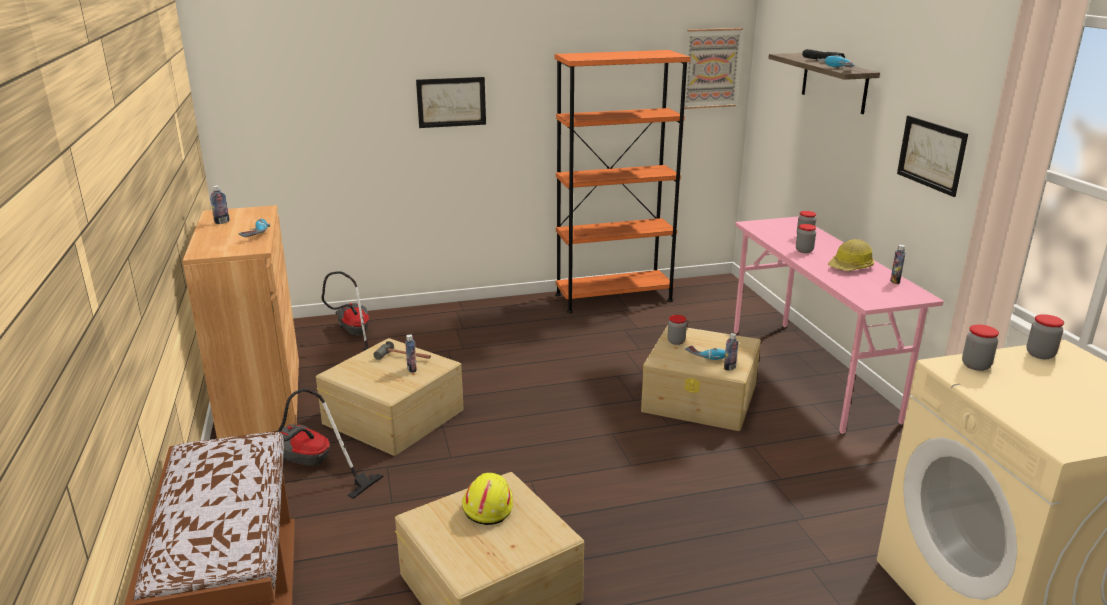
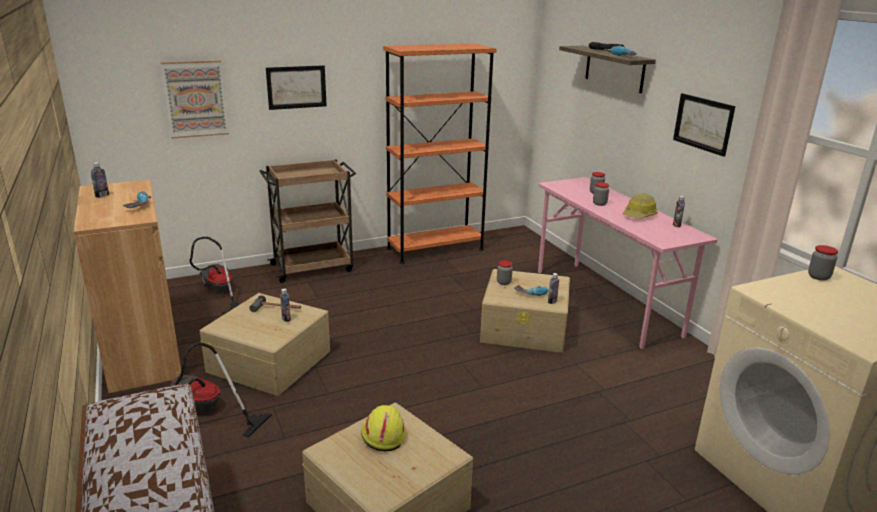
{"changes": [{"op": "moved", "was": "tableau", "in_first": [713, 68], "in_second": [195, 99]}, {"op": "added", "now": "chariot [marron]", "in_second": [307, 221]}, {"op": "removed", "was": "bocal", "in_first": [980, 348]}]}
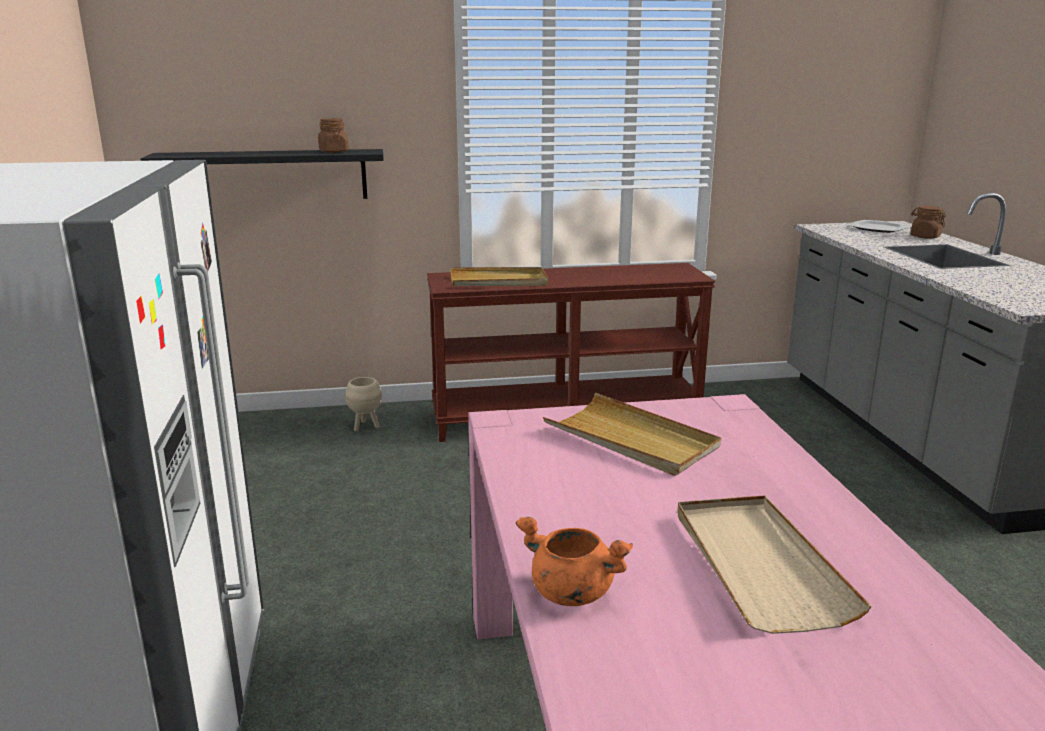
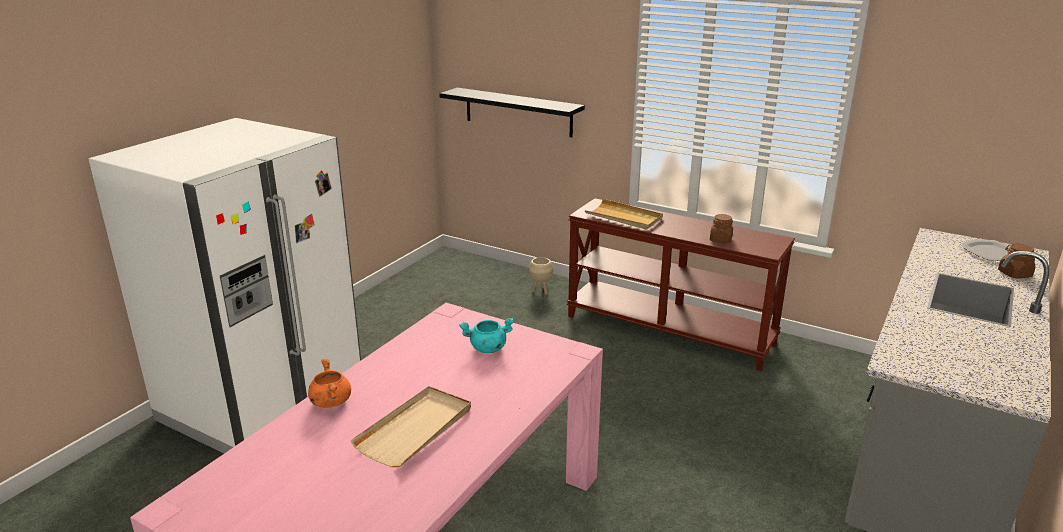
{"changes": [{"op": "replaced", "was": "plateau [beige]", "now": "marmite [turquoise]", "in_first": [632, 434], "in_second": [486, 335]}, {"op": "moved", "was": "bocal [marron]", "in_first": [333, 135], "in_second": [721, 228]}]}
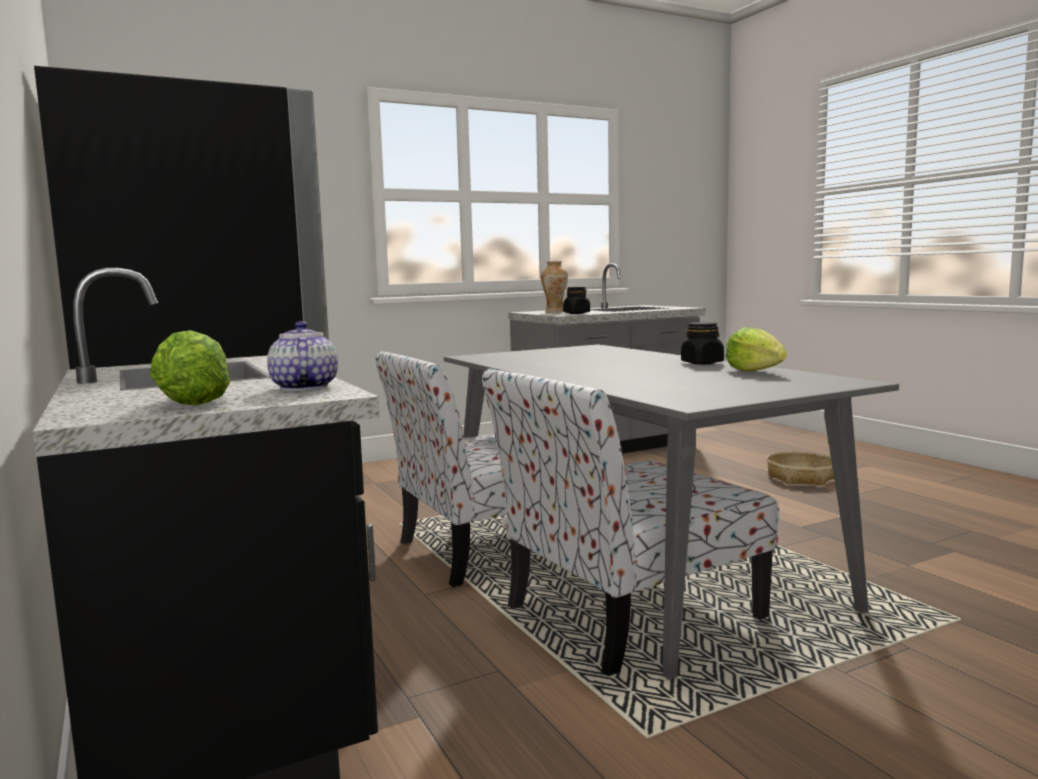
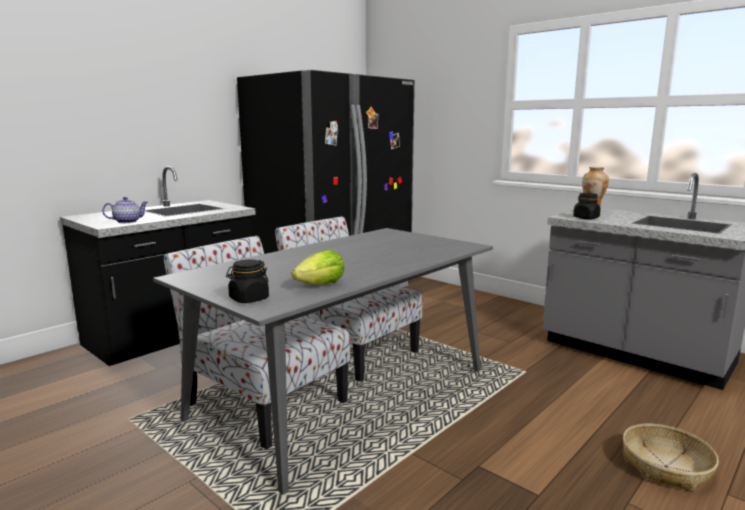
{"changes": [{"op": "moved", "was": "bocal [noir]", "in_first": [702, 343], "in_second": [247, 281]}, {"op": "removed", "was": "laitue", "in_first": [190, 367]}]}
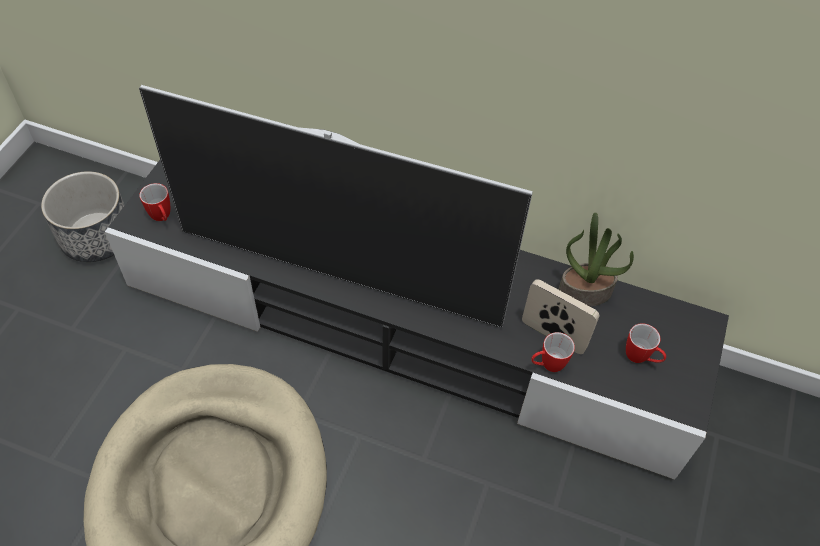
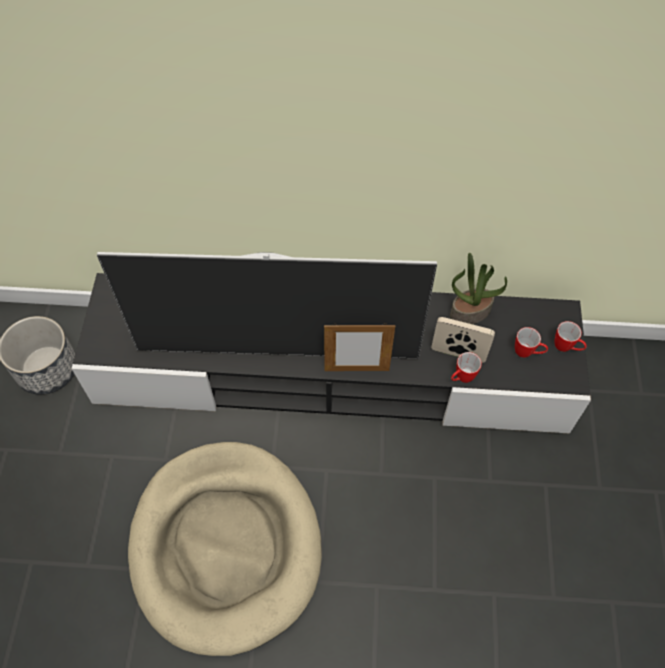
{"changes": [{"op": "added", "now": "cadre photo", "in_second": [359, 347]}, {"op": "moved", "was": "mug", "in_first": [154, 202], "in_second": [570, 336]}]}
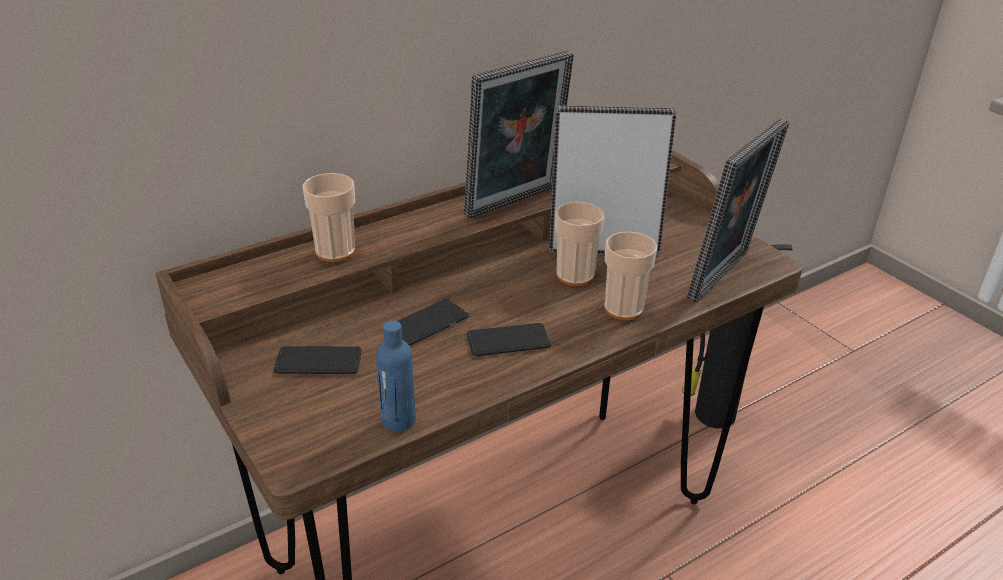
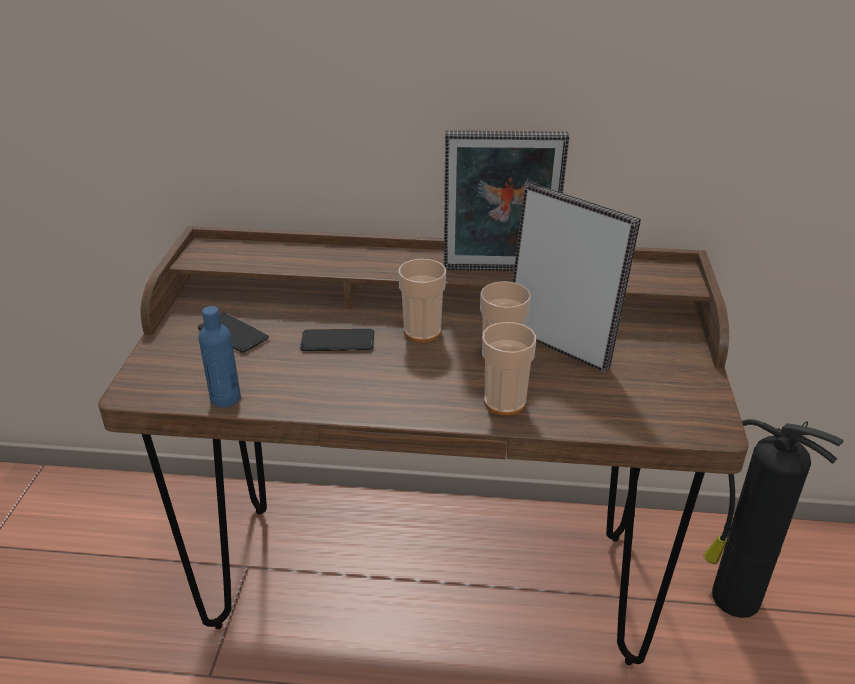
{"changes": [{"op": "moved", "was": "tasse", "in_first": [329, 217], "in_second": [422, 300]}, {"op": "removed", "was": "téléphone", "in_first": [509, 339]}, {"op": "removed", "was": "cadre photo", "in_first": [738, 210]}]}
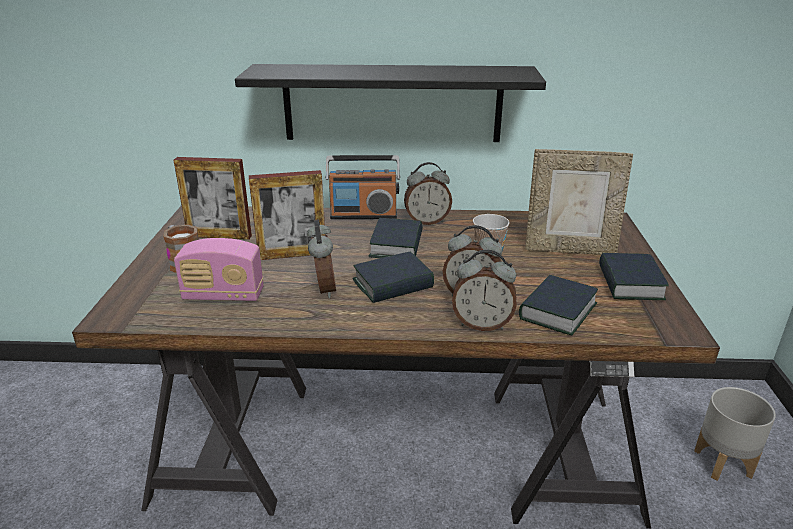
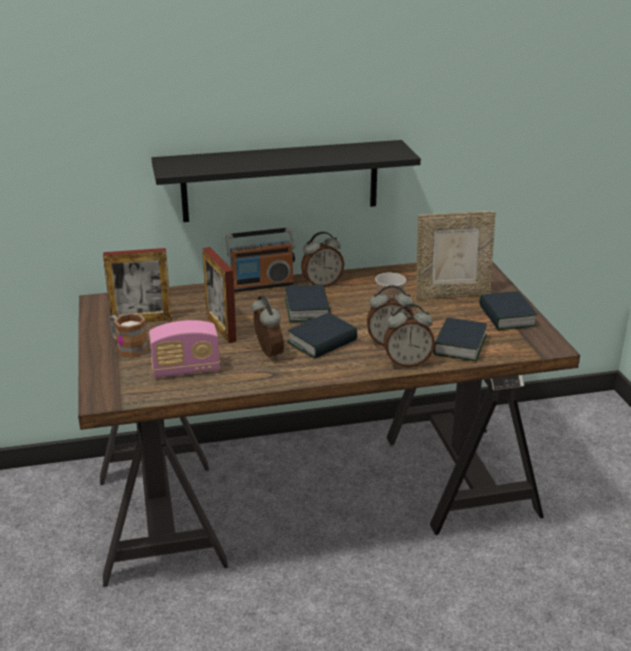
{"changes": [{"op": "turned", "was": "cadre photo", "in_first": [287, 215], "in_second": [219, 295], "clockwise": 90}, {"op": "removed", "was": "cache-pot [gris]", "in_first": [735, 434]}]}
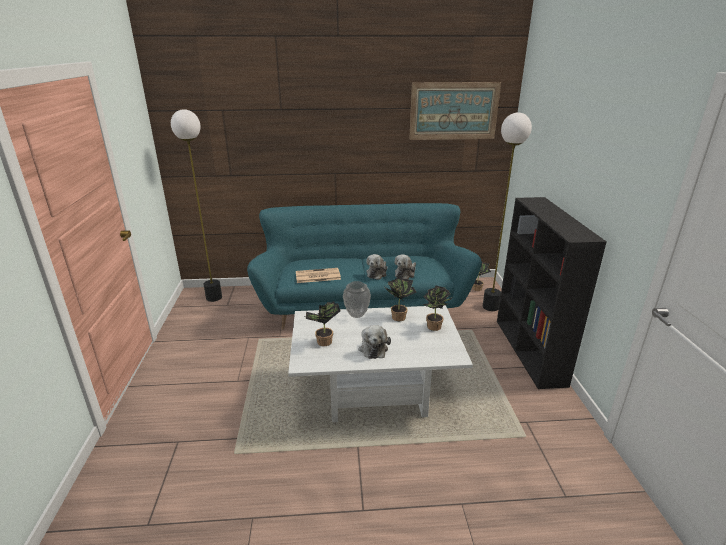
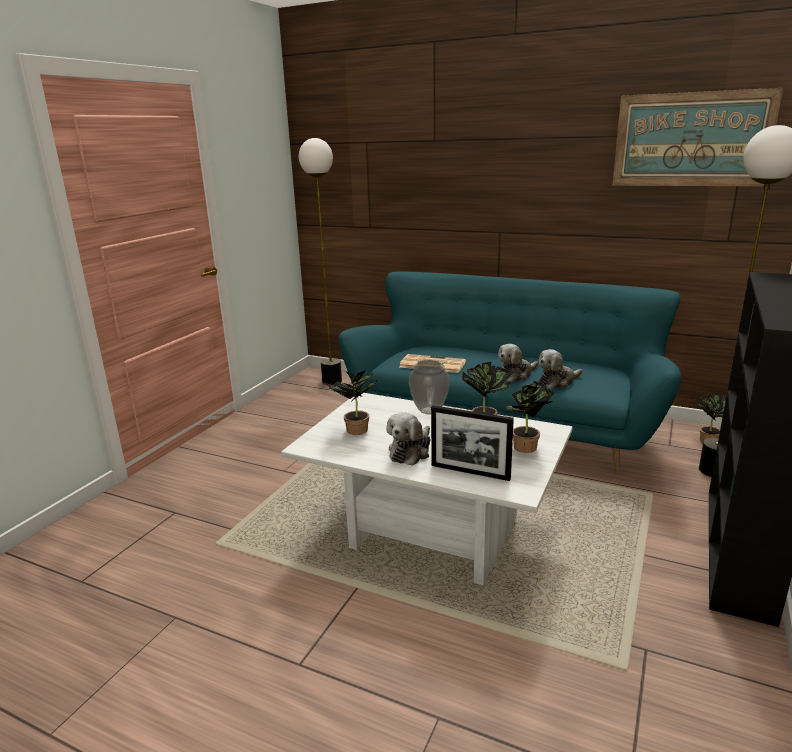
{"changes": [{"op": "added", "now": "cadre photo", "in_second": [472, 443]}]}
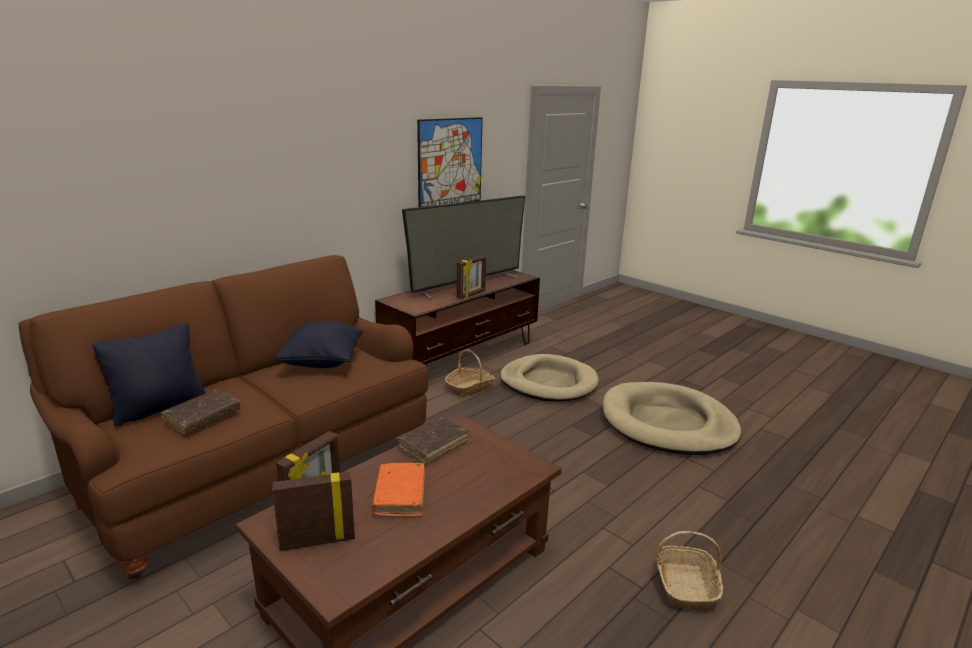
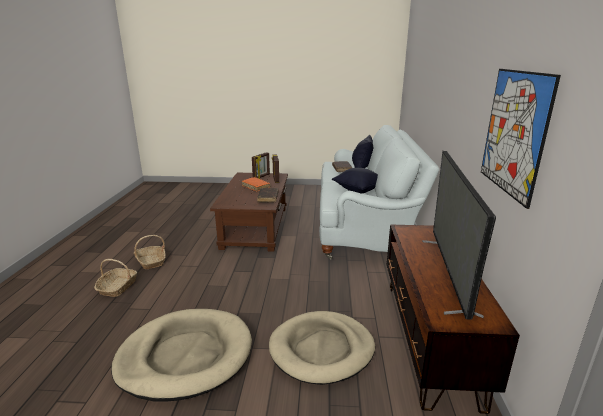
{"changes": [{"op": "moved", "was": "panier", "in_first": [470, 373], "in_second": [115, 278]}, {"op": "recoloured", "was": "canapé [marron]", "now": "canapé [blanc]", "in_first": [223, 417], "in_second": [379, 192]}, {"op": "removed", "was": "cadre photo", "in_first": [471, 277]}]}
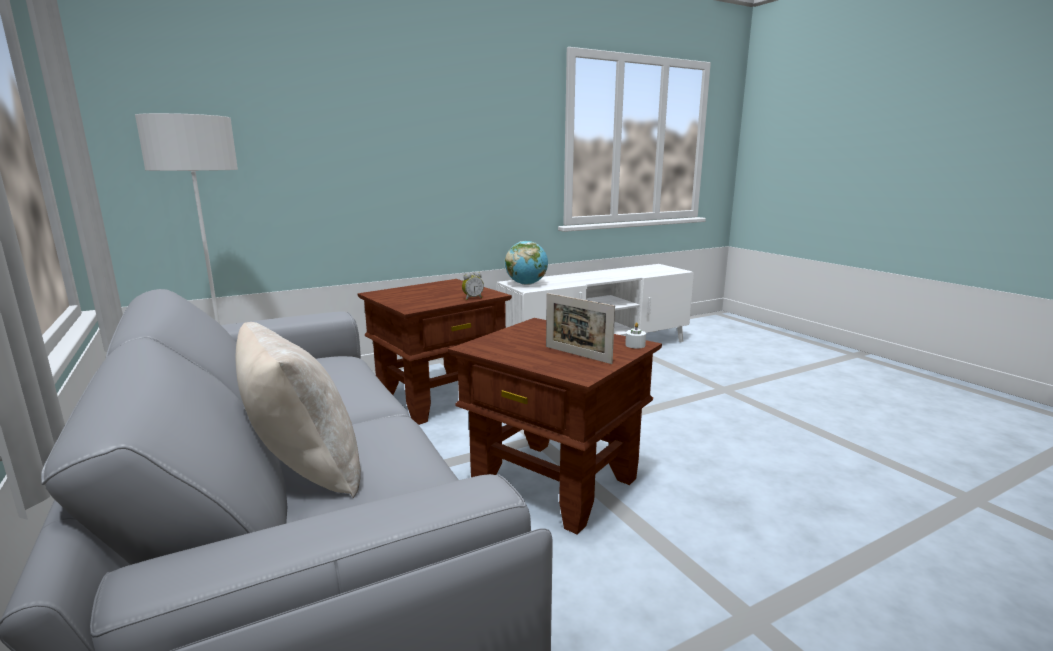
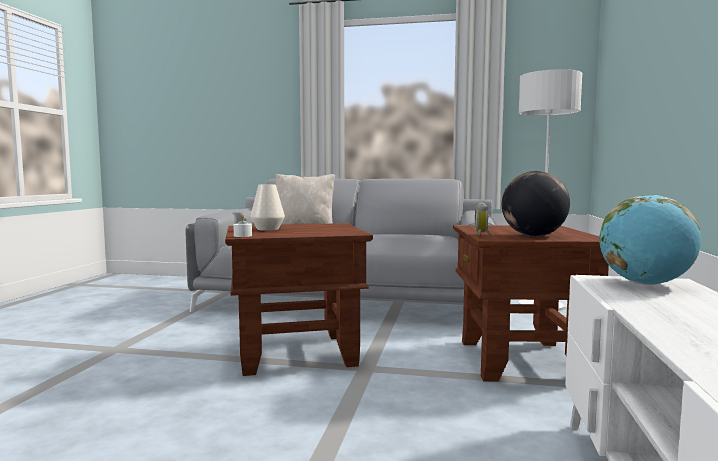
{"changes": [{"op": "replaced", "was": "cadre photo", "now": "vase [blanc]", "in_first": [580, 328], "in_second": [267, 208]}, {"op": "added", "now": "globe", "in_second": [536, 203]}]}
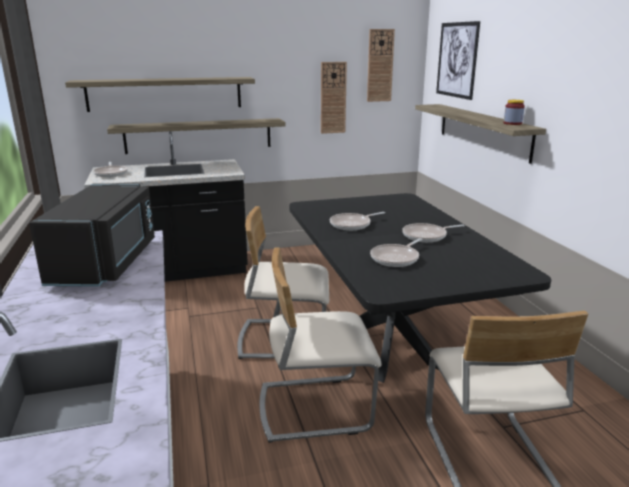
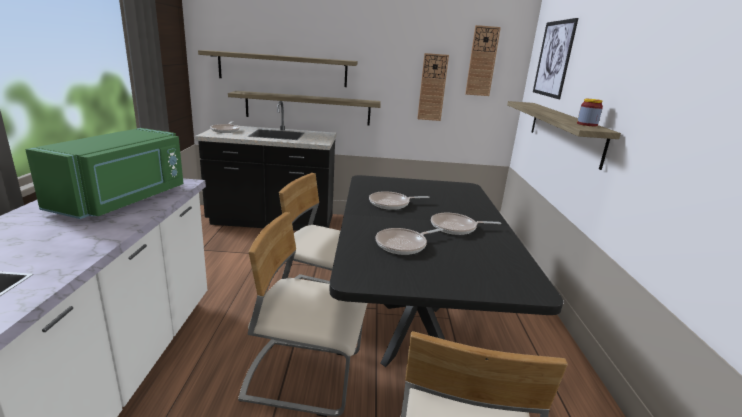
{"changes": [{"op": "recoloured", "was": "micro-ondes [noir]", "now": "micro-ondes [vert]", "in_first": [92, 235], "in_second": [104, 173]}]}
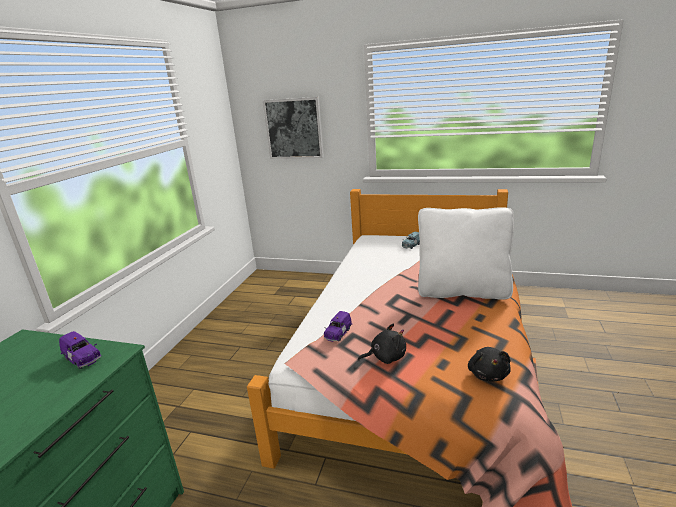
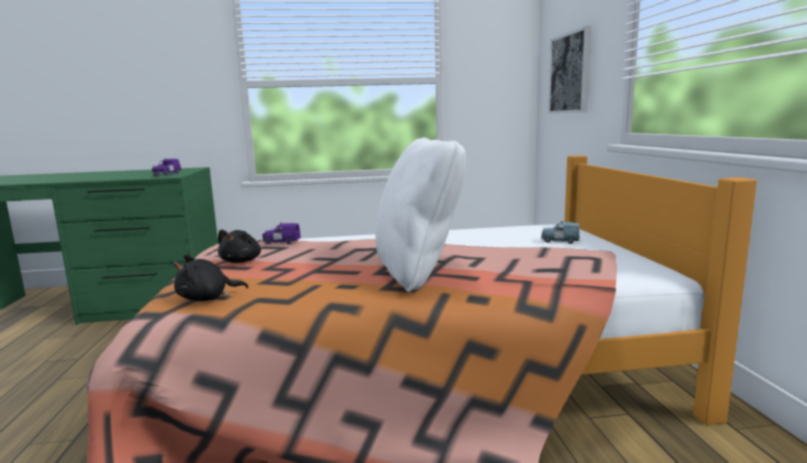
{"changes": [{"op": "turned", "was": "peluche [noir]", "in_first": [382, 343], "in_second": [239, 246], "clockwise": 45}]}
